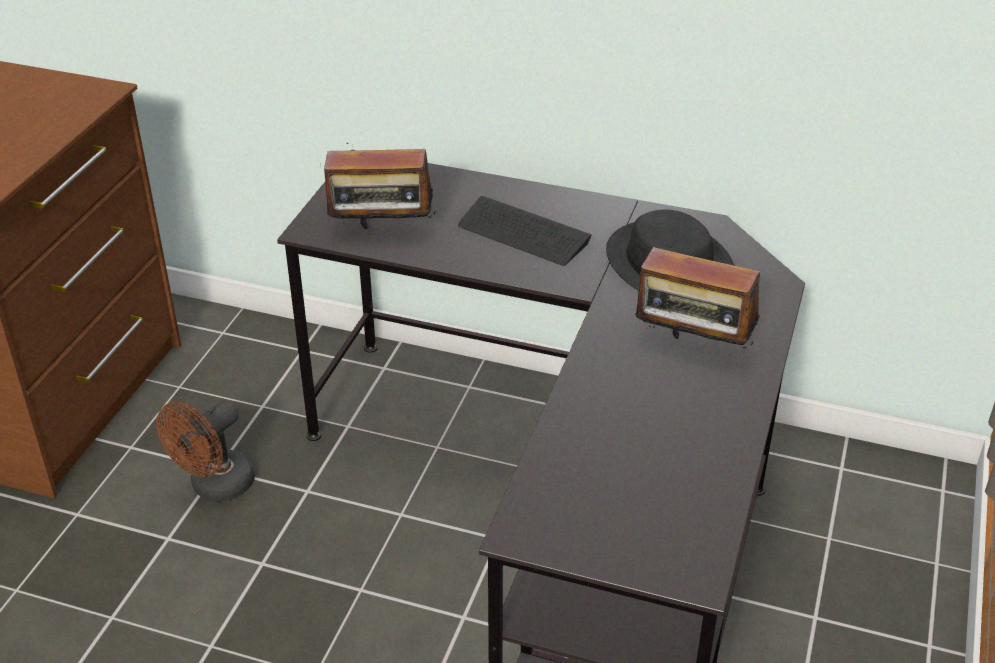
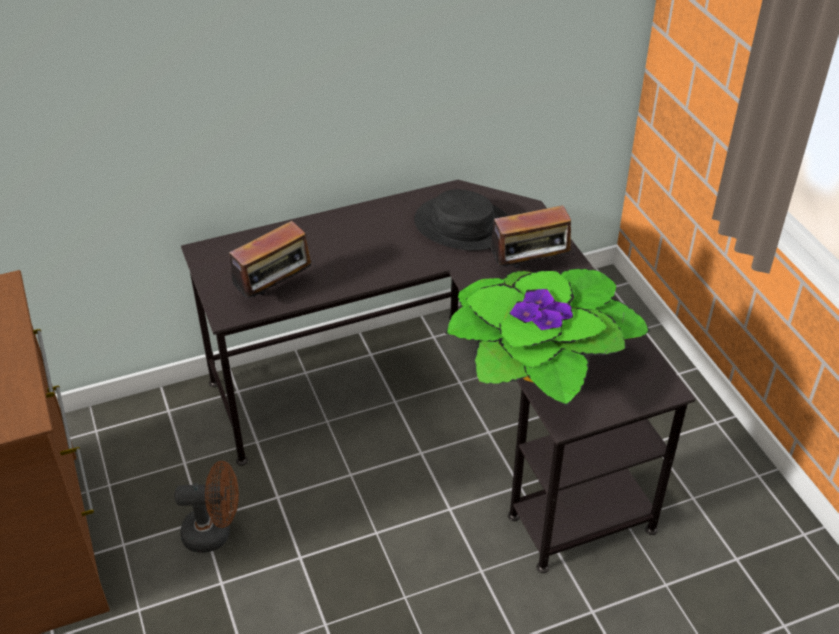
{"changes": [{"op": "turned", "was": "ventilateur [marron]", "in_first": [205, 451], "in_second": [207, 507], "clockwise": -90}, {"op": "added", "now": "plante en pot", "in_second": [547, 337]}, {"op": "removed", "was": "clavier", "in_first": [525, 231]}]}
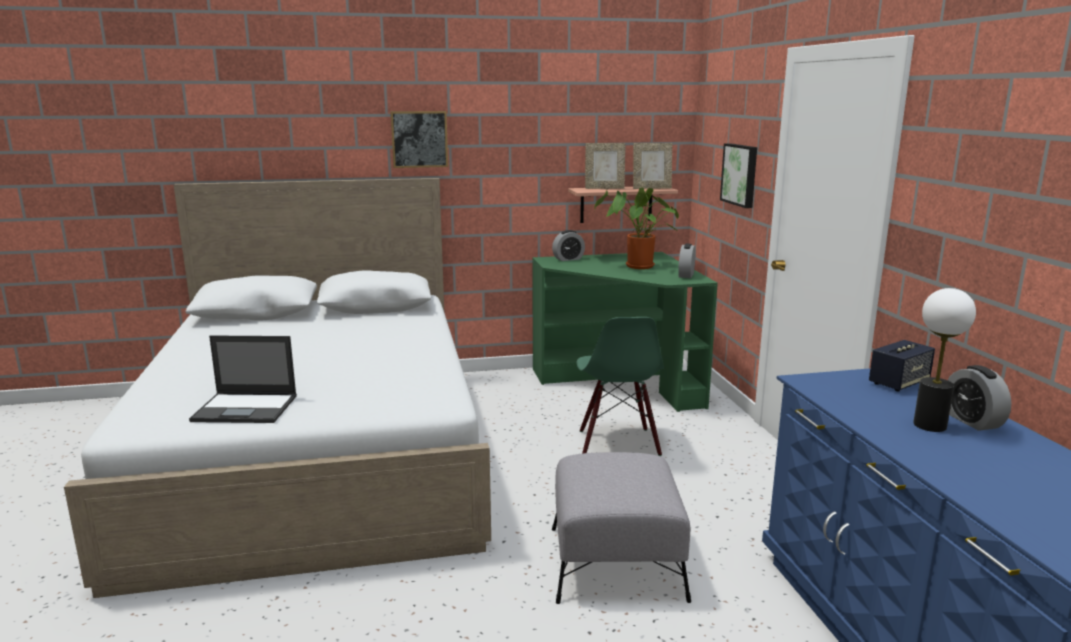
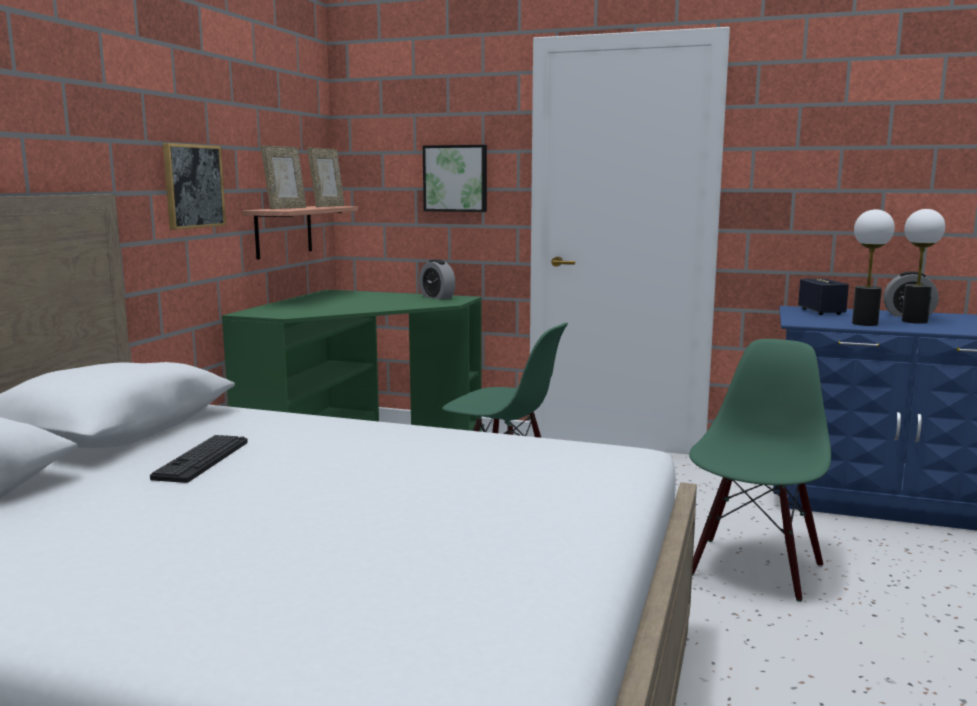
{"changes": [{"op": "added", "now": "clavier", "in_second": [199, 459]}, {"op": "moved", "was": "tableau", "in_first": [419, 139], "in_second": [194, 186]}, {"op": "replaced", "was": "pouf [gris]", "now": "chaise [vert]", "in_first": [621, 528], "in_second": [760, 470]}, {"op": "added", "now": "lampe de table", "in_second": [873, 267]}, {"op": "removed", "was": "ordinateur portable", "in_first": [243, 379]}, {"op": "removed", "was": "réveil", "in_first": [568, 245]}, {"op": "removed", "was": "plante en pot", "in_first": [636, 228]}]}
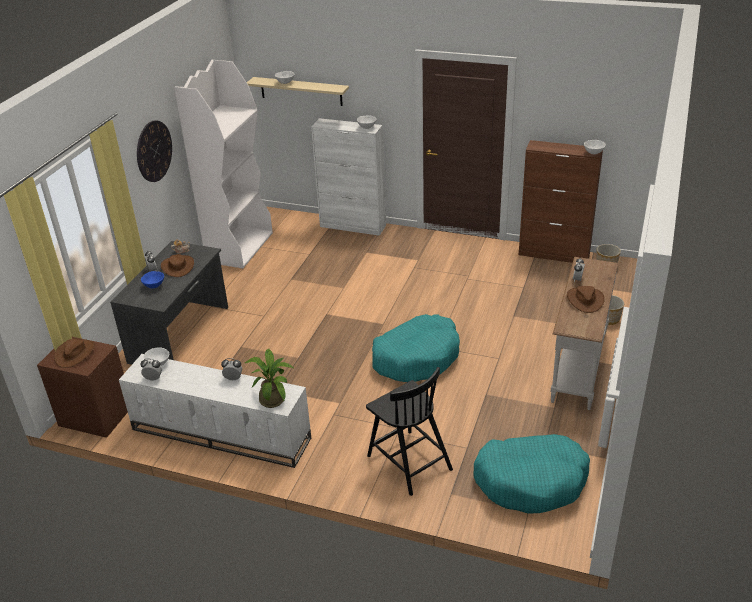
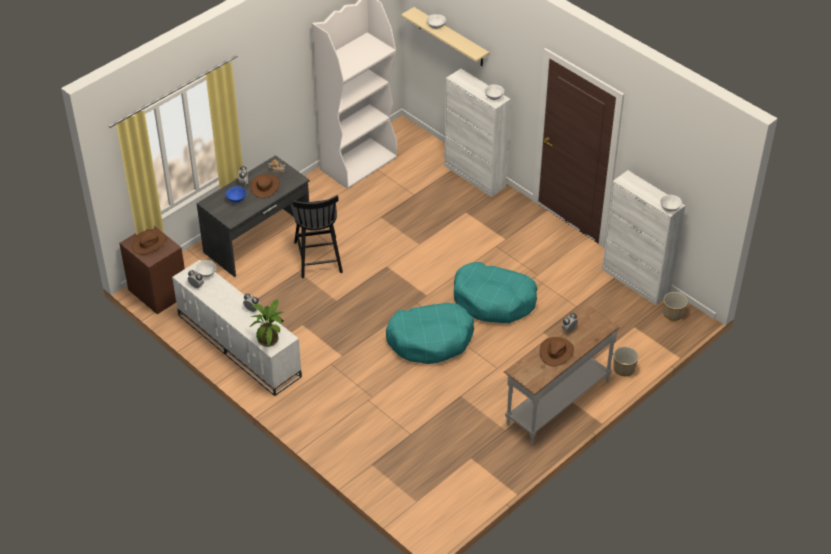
{"changes": [{"op": "moved", "was": "chaise [noir]", "in_first": [409, 431], "in_second": [317, 236]}, {"op": "moved", "was": "panier pour chien [turquoise]", "in_first": [532, 473], "in_second": [495, 292]}, {"op": "recoloured", "was": "meuble de rangement [marron]", "now": "meuble de rangement [blanc]", "in_first": [561, 201], "in_second": [643, 237]}, {"op": "removed", "was": "horloge murale", "in_first": [154, 151]}]}
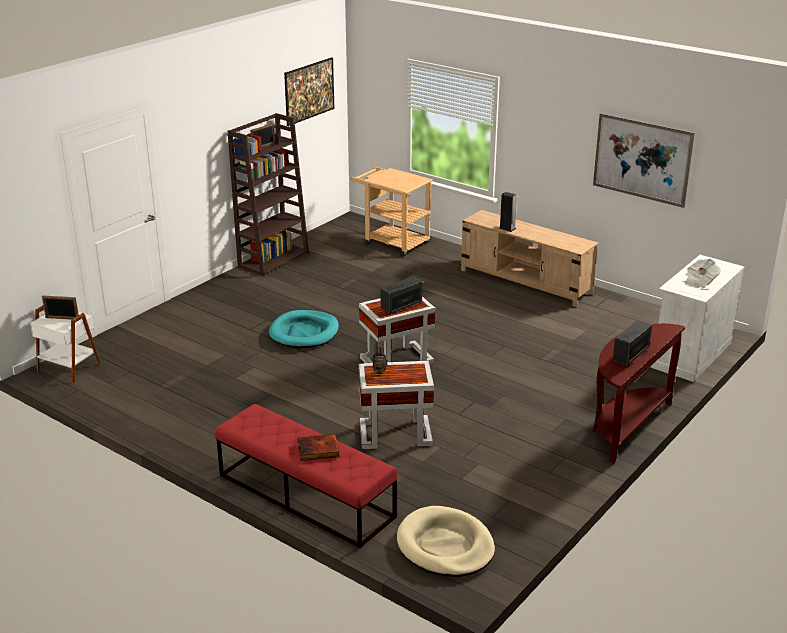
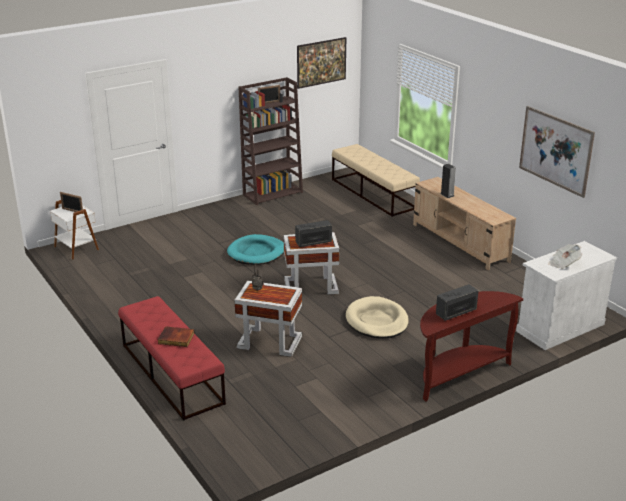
{"changes": [{"op": "replaced", "was": "chariot [beige]", "now": "banc [beige]", "in_first": [392, 212], "in_second": [376, 180]}, {"op": "moved", "was": "panier pour chien [beige]", "in_first": [446, 541], "in_second": [377, 317]}]}
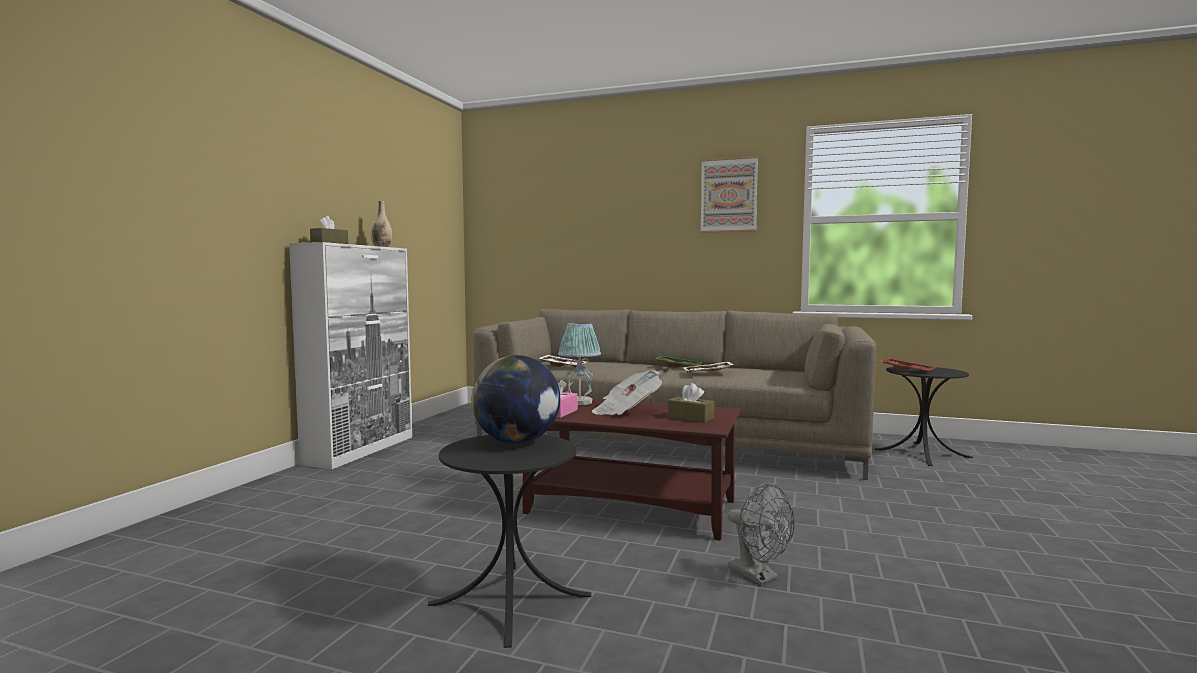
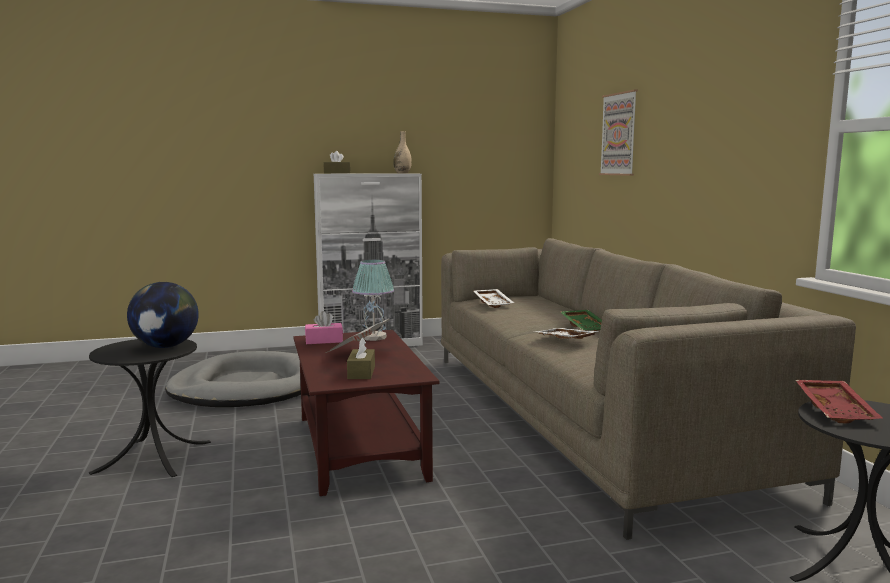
{"changes": [{"op": "added", "now": "panier pour chien [gris]", "in_second": [233, 379]}, {"op": "moved", "was": "tableau", "in_first": [729, 194], "in_second": [618, 133]}, {"op": "removed", "was": "ventilateur [gris]", "in_first": [761, 534]}]}
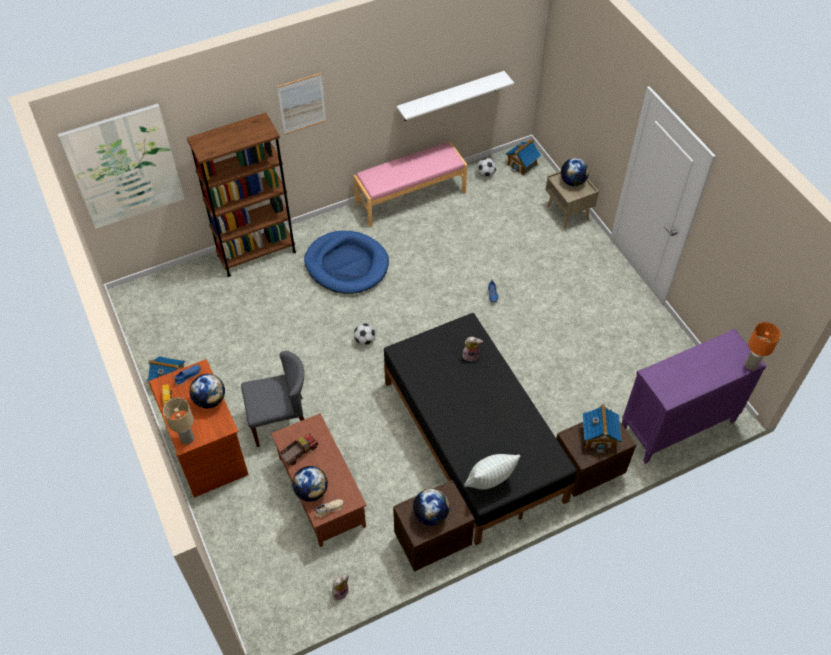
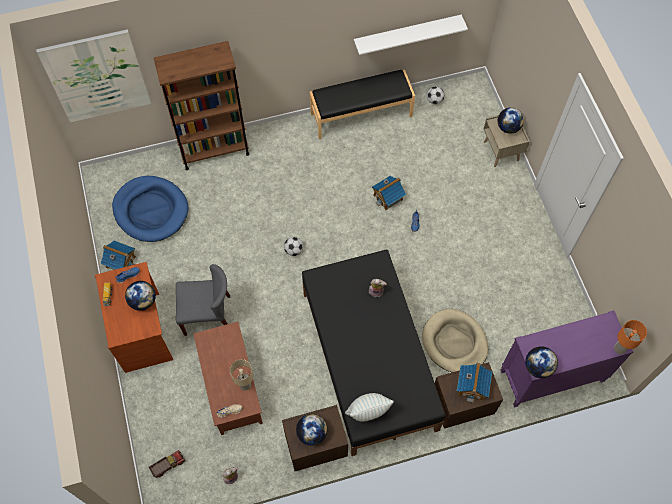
{"changes": [{"op": "moved", "was": "panier pour chien [bleu]", "in_first": [346, 262], "in_second": [150, 209]}, {"op": "moved", "was": "camion jouet", "in_first": [298, 449], "in_second": [167, 464]}, {"op": "moved", "was": "lampe de table [beige]", "in_first": [178, 421], "in_second": [241, 374]}, {"op": "recoloured", "was": "banc [rose]", "now": "banc [noir]", "in_first": [410, 184], "in_second": [362, 104]}, {"op": "moved", "was": "maison miniature", "in_first": [524, 157], "in_second": [389, 193]}, {"op": "added", "now": "panier pour chien [beige]", "in_second": [455, 340]}, {"op": "moved", "was": "globe", "in_first": [310, 484], "in_second": [541, 362]}, {"op": "removed", "was": "tableau", "in_first": [301, 104]}]}
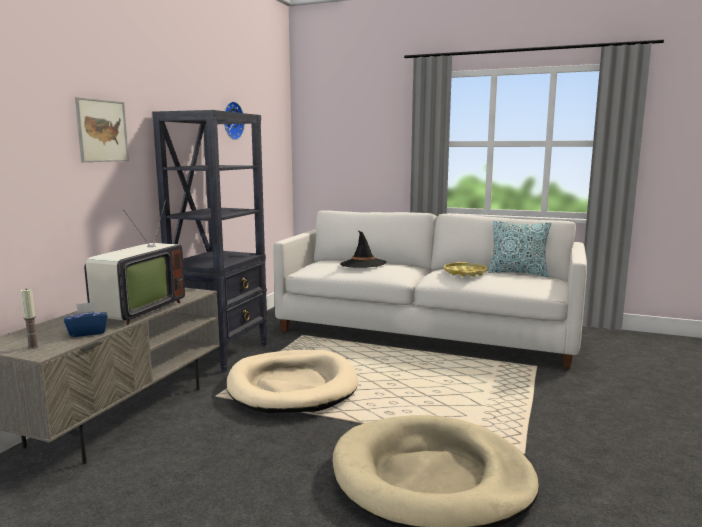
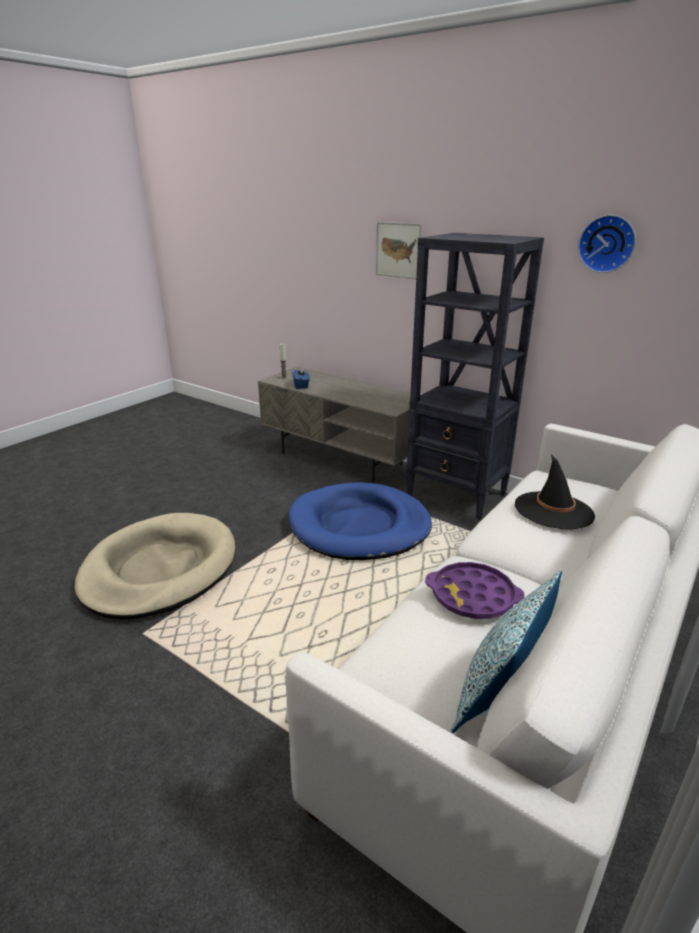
{"changes": [{"op": "recoloured", "was": "panier pour chien [beige]", "now": "panier pour chien [bleu]", "in_first": [292, 381], "in_second": [360, 521]}, {"op": "recoloured", "was": "plateau [jaune]", "now": "plateau [violet]", "in_first": [465, 269], "in_second": [474, 590]}, {"op": "removed", "was": "téléviseur", "in_first": [134, 262]}]}
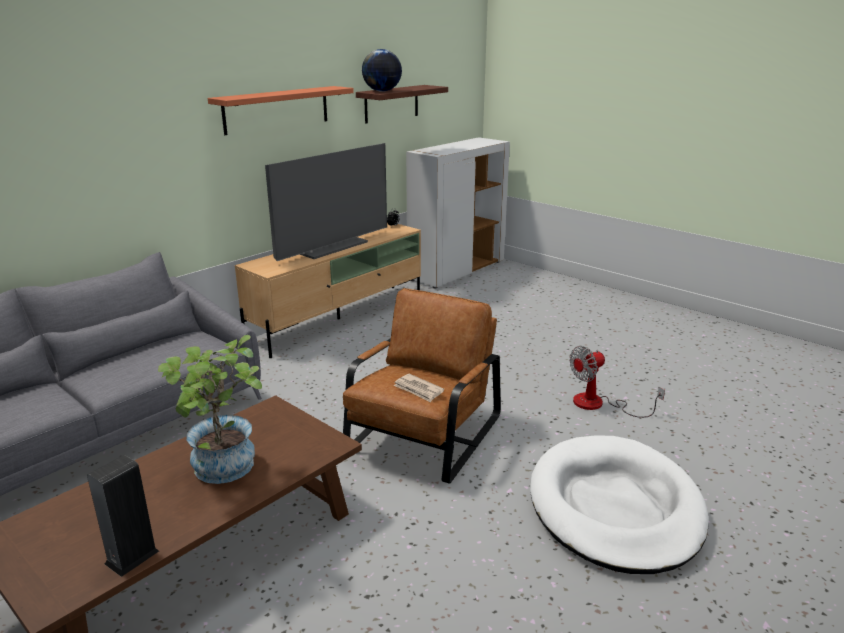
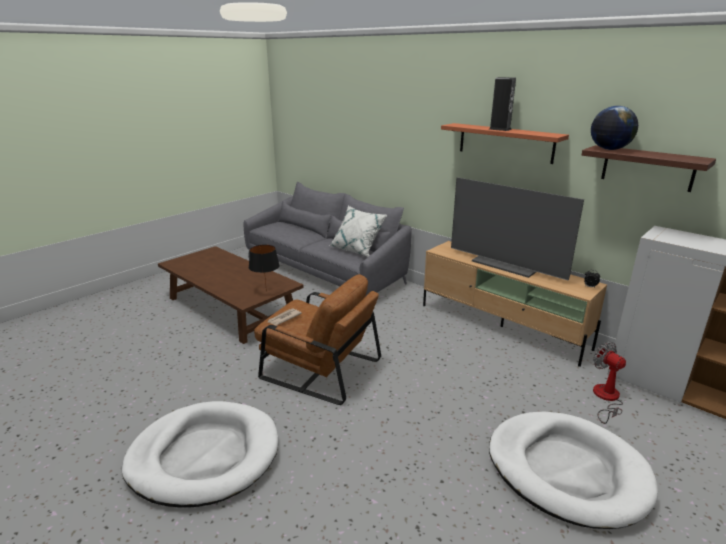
{"changes": [{"op": "added", "now": "lampe de table [noir]", "in_second": [264, 268]}, {"op": "added", "now": "coussin [blanc]", "in_second": [358, 231]}, {"op": "moved", "was": "enceinte", "in_first": [123, 516], "in_second": [502, 104]}, {"op": "added", "now": "panier pour chien [blanc]", "in_second": [573, 470]}, {"op": "moved", "was": "ventilateur", "in_first": [617, 382], "in_second": [609, 383]}, {"op": "removed", "was": "plante en pot", "in_first": [210, 409]}]}
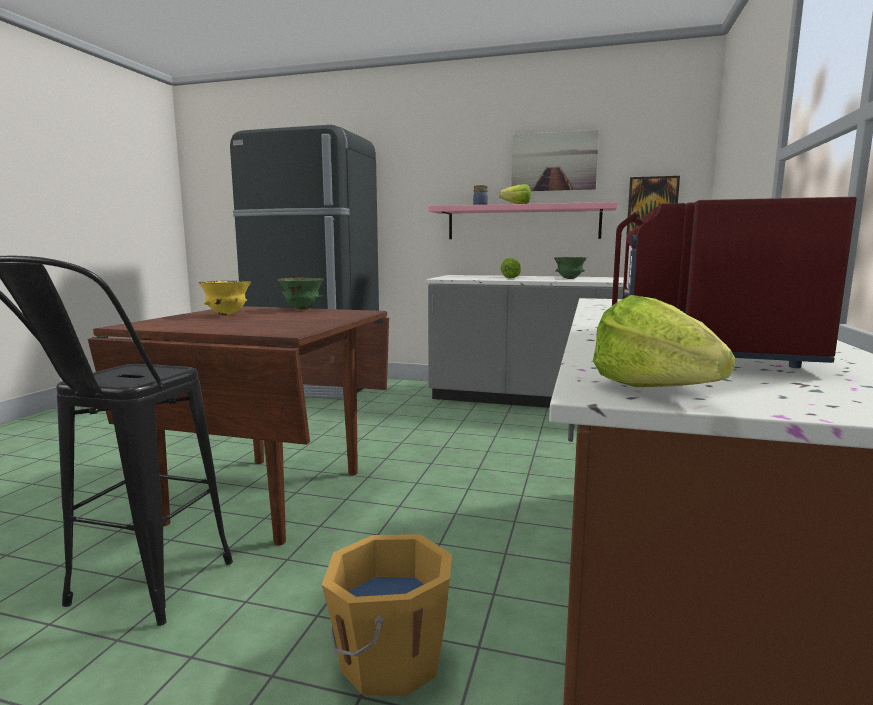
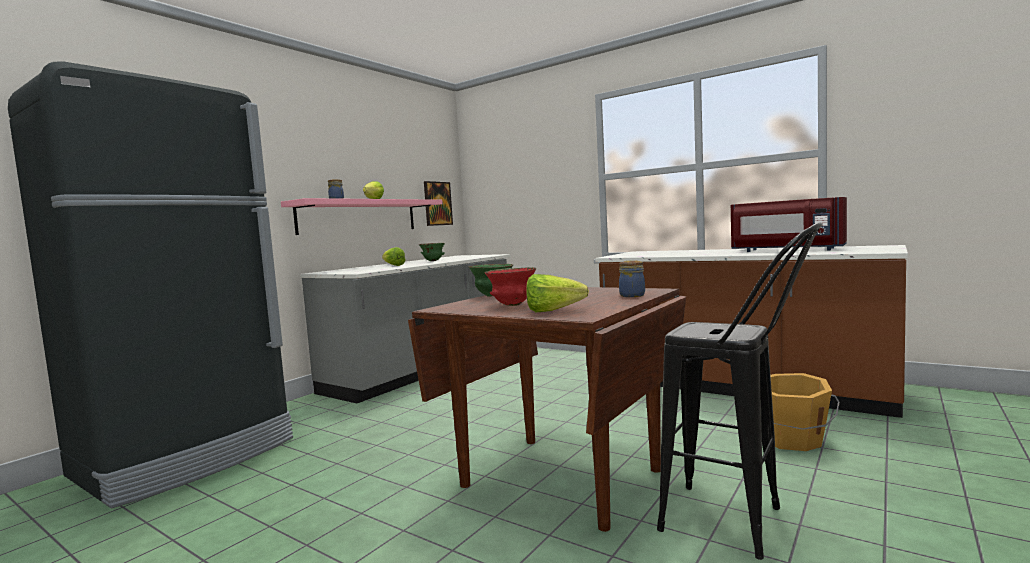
{"changes": [{"op": "recoloured", "was": "bol [jaune]", "now": "bol [rouge]", "in_first": [224, 298], "in_second": [510, 286]}, {"op": "moved", "was": "laitue", "in_first": [664, 341], "in_second": [557, 293]}, {"op": "added", "now": "bocal", "in_second": [632, 278]}, {"op": "removed", "was": "tableau", "in_first": [555, 160]}]}
